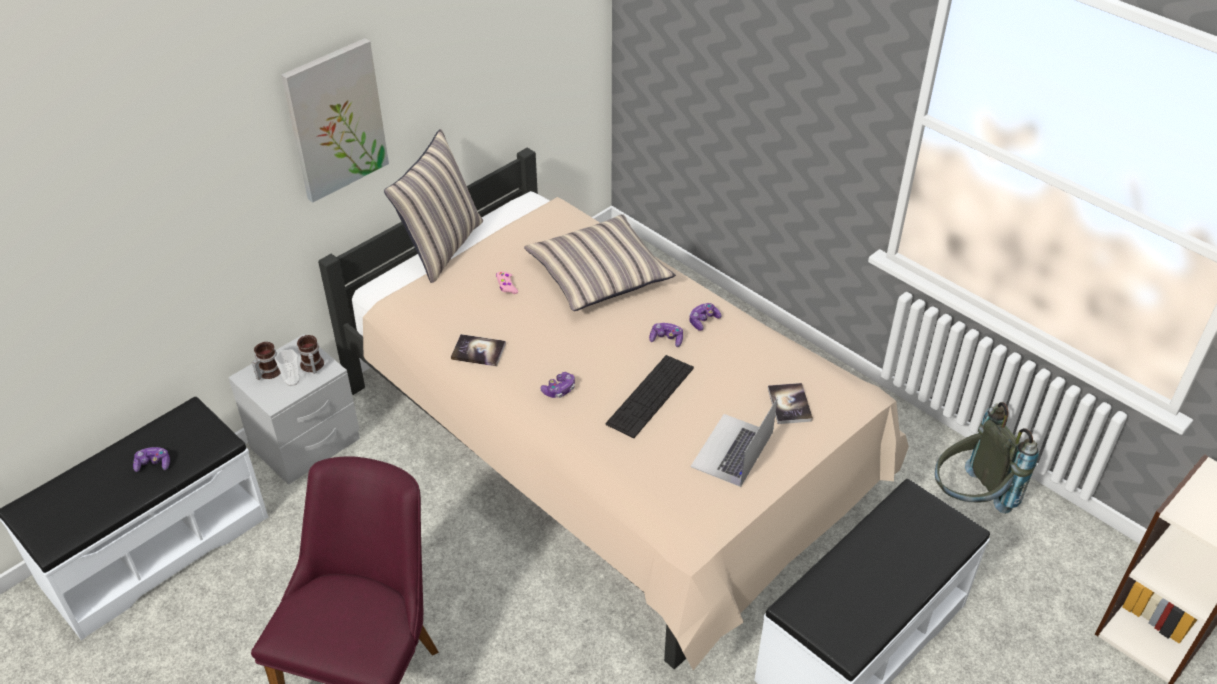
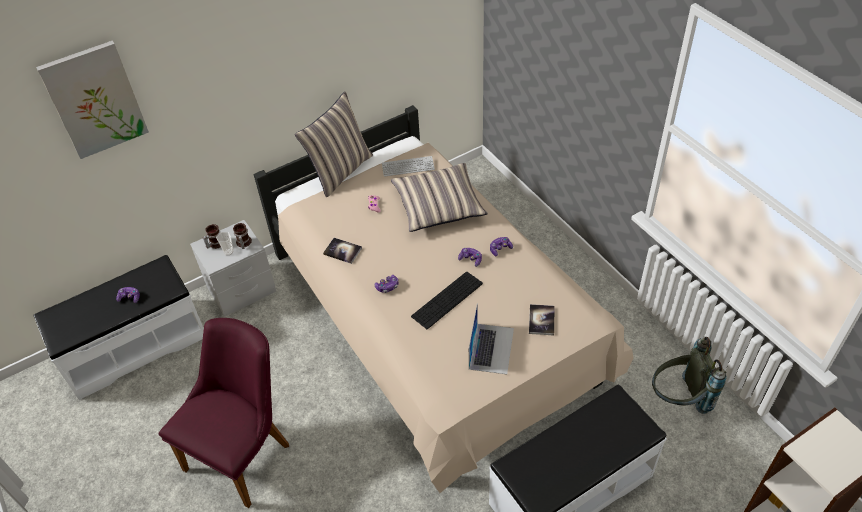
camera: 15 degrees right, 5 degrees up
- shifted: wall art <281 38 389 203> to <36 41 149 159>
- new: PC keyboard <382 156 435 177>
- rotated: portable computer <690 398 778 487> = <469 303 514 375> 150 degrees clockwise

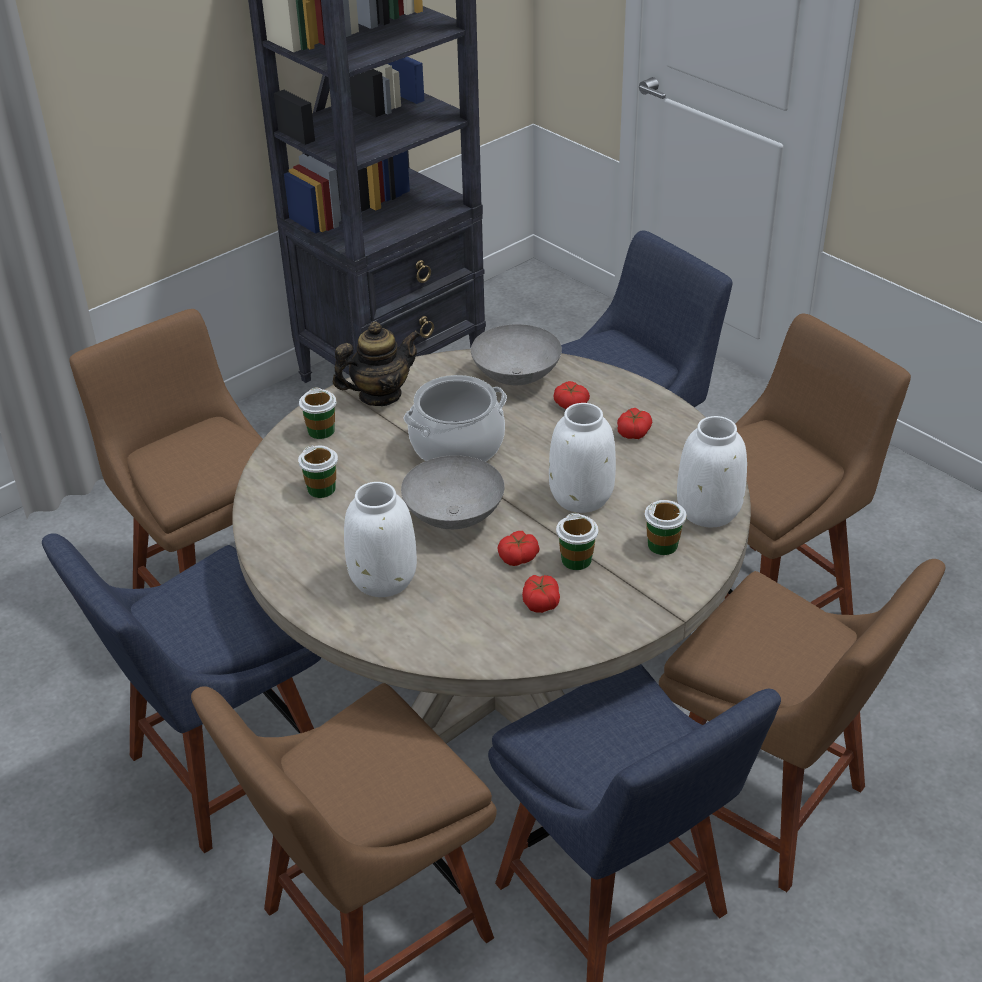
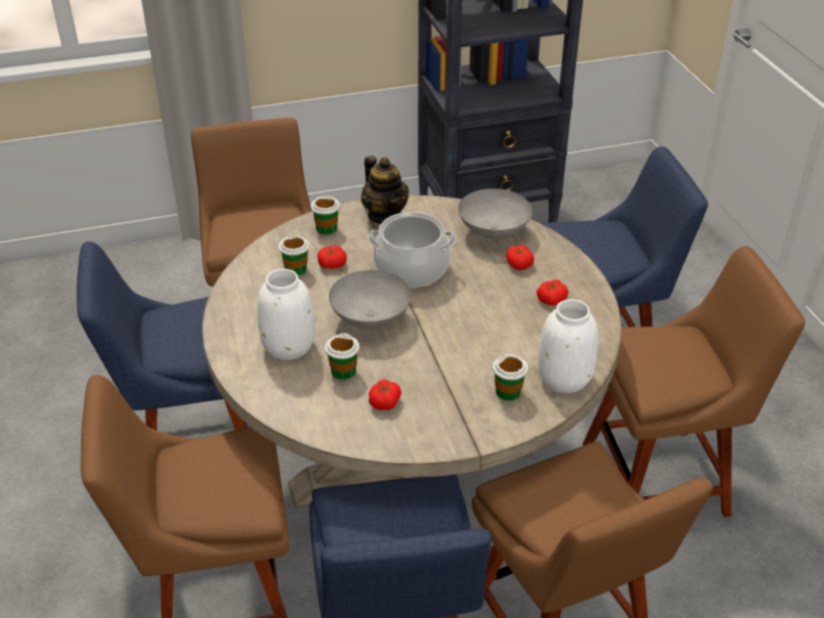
camera: 25 degrees right, 0 degrees up
- shifted: fresh tomato <497 531 540 566> to <318 246 347 269>
- shifted: drinking cup <556 513 599 570> to <325 333 359 380>
- rotated: teapot <333 321 420 406> = <361 156 409 224> 60 degrees clockwise
- gone: whitish decorative vase <549 403 616 513>

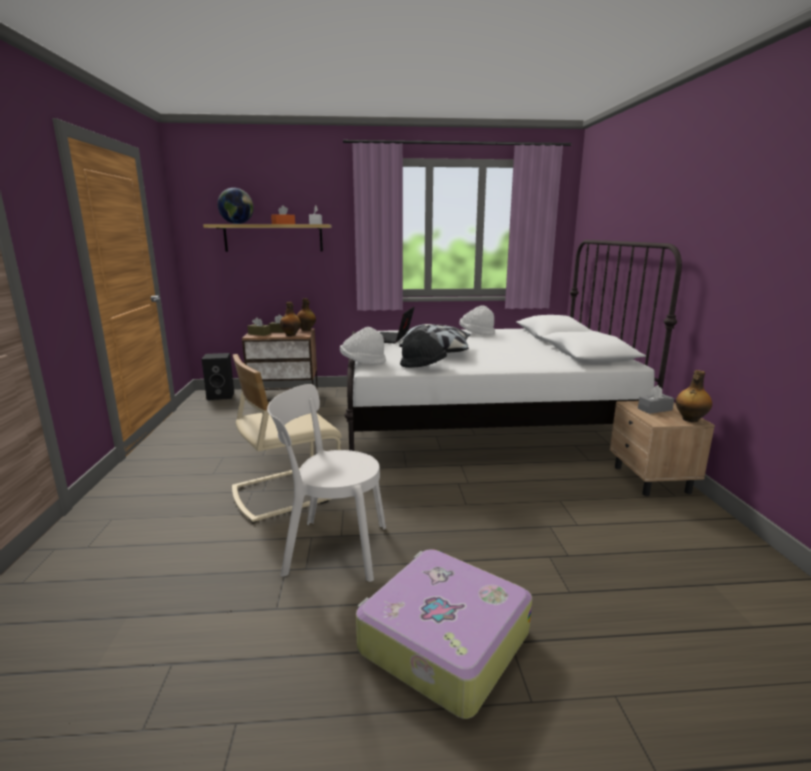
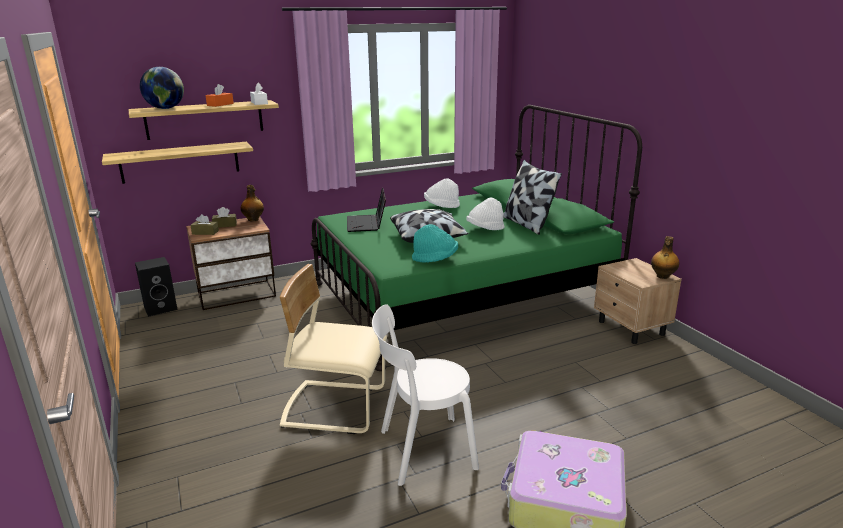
camera: 20 degrees left, 5 degrees up
- new: wall shelf <102 142 253 184>
- rotated: beige plain chair <232 354 342 523> = <280 264 387 434> 60 degrees clockwise
- repainted: whitish sleeping bed <345 240 682 451> to greenish sleeping bed <310 105 642 371>
- repainted: black-coloured clothing hat <400 330 447 368> to turquoise-coloured clothing hat <412 224 458 263>
- shifted: whitish clothing hat <340 327 386 364> to <466 198 505 230>
- new: cushion <503 160 562 235>
- gone: drink bottle <280 302 301 336>
- gone: gray tissue holder <638 385 674 414>

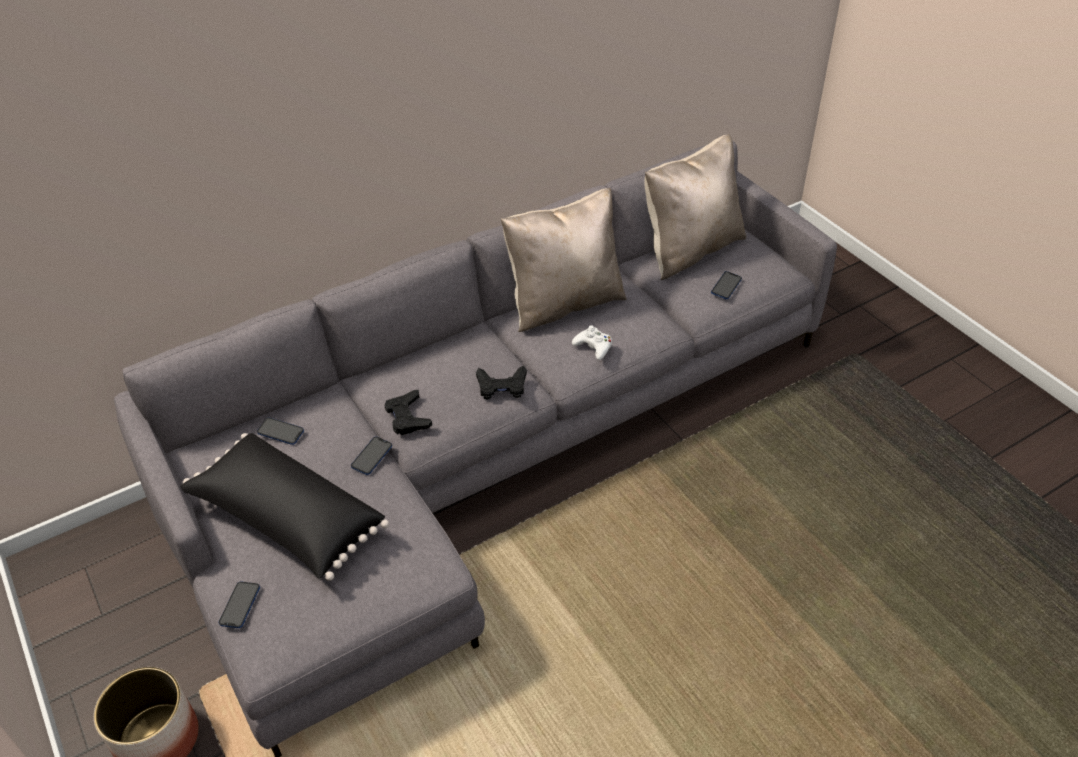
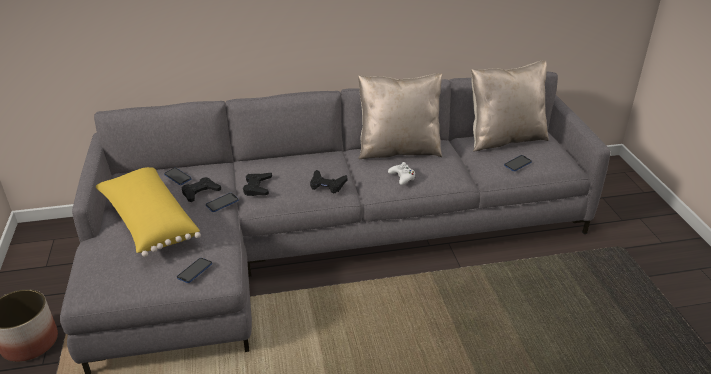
camera: 20 degrees right, 10 degrees down
- repainted: black-coloured cushion <180 433 389 581> to yellow-coloured cushion <96 167 201 257>
- shifted: handset <219 582 260 628> to <177 258 212 283>
- new: black-coloured gamepad <182 177 221 202>

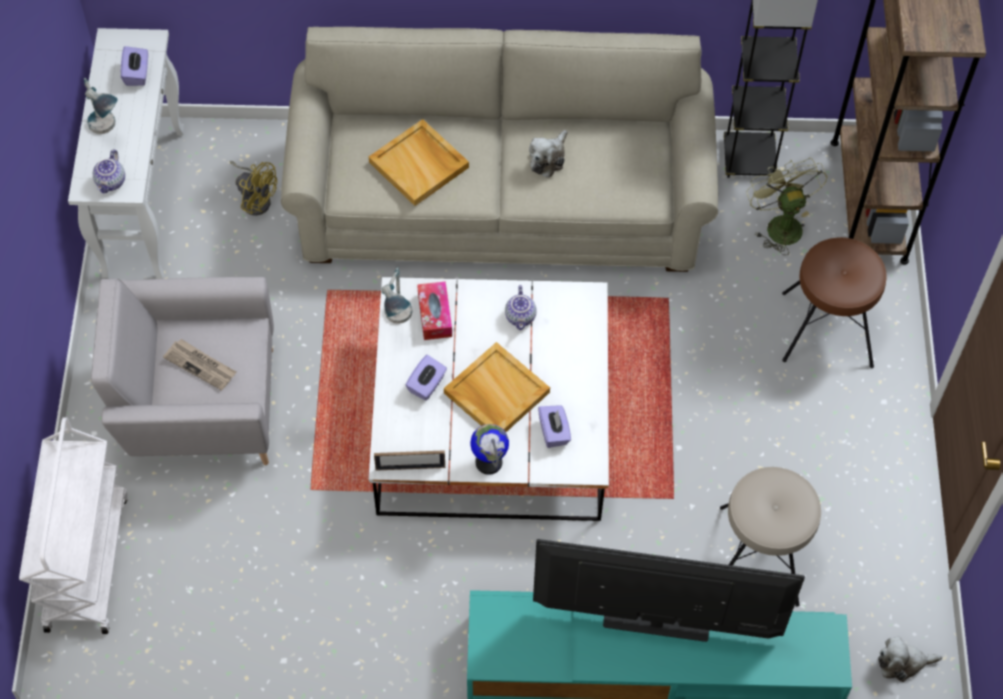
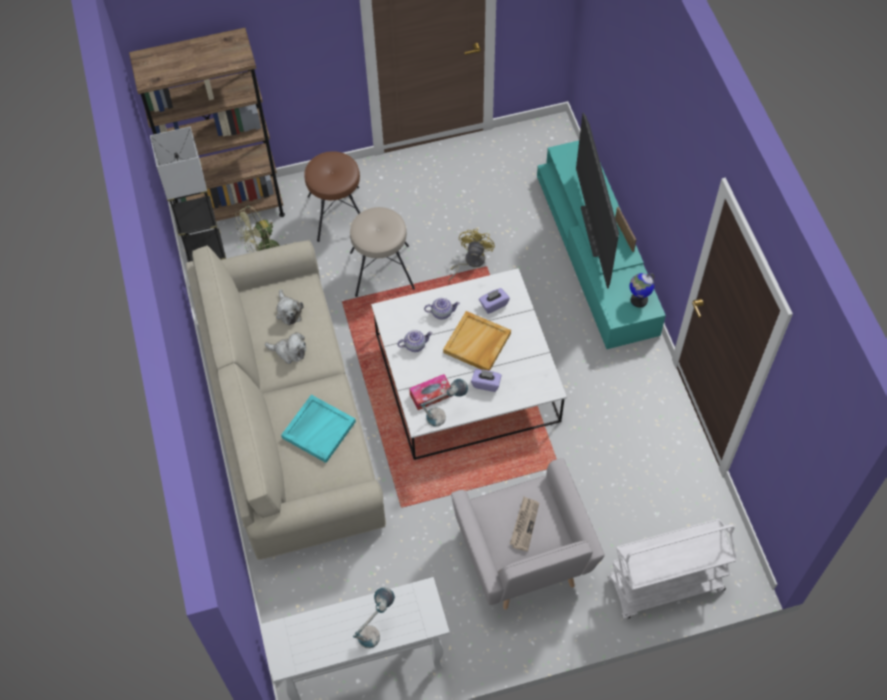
camera: 105 degrees left, 0 degrees up
- shifted: plush toy <878 636 942 682> to <276 289 303 325>
- repainted: beige tray <369 119 469 206> to turquoise-coloured tray <281 395 356 463>
- shifted: beige stool seat <720 467 821 607> to <350 207 415 297>
- shifted: teapot <93 150 125 194> to <424 298 460 319>
- shifted: yellow-coloured electric fan <230 160 277 216> to <449 229 495 280>
- shifted: photo frame <374 450 445 471> to <615 207 636 252>
- shifted: world globe <470 424 509 475> to <629 273 654 308>
- gone: purple-coloured tissue holder <121 46 148 86>

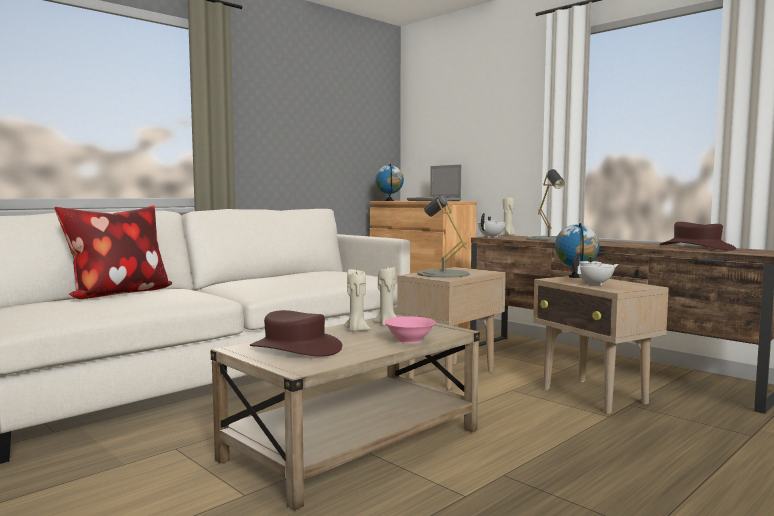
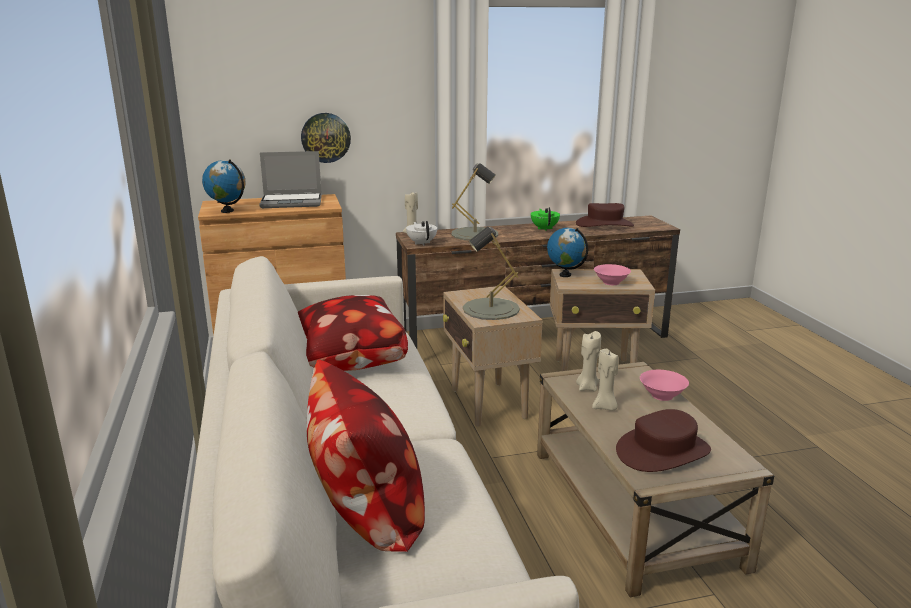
camera: 60 degrees left, 15 degrees up
- new: cushion <298 295 408 371>
- new: hanging clock <301 113 351 163>
- new: greenish teapot <531 207 560 231>
- swapped: whitish teapot <573 252 618 286> to pink-coloured bowl <594 264 631 285>

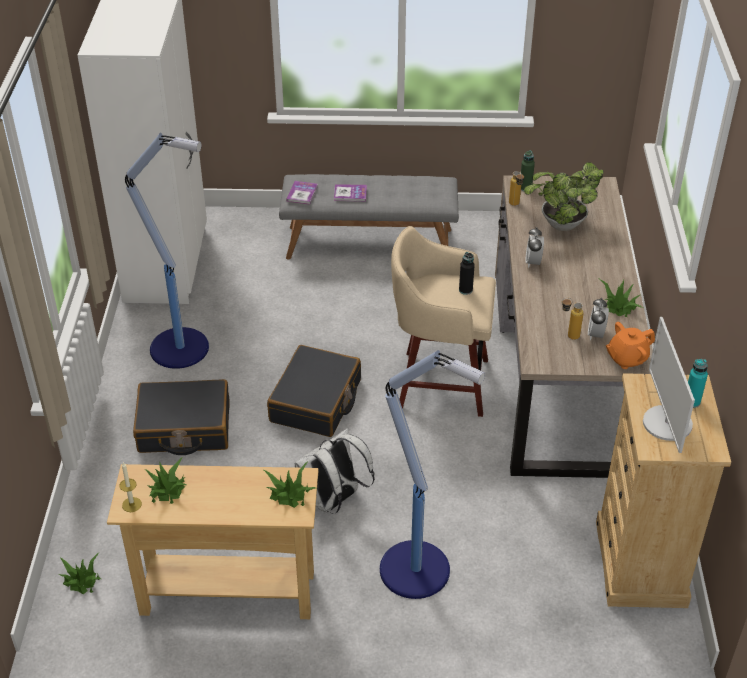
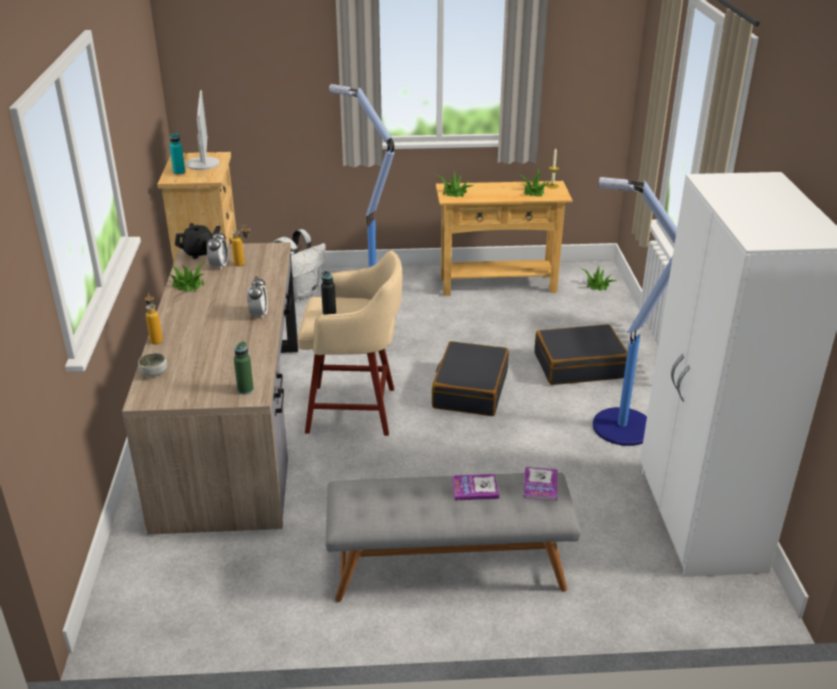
camera: 175 degrees right, 10 degrees down
- new: bowl <138 353 167 377>
- shifted: drink bottle <509 171 524 206> to <145 293 163 345>
- repainted: orange-coloured teapot <606 322 655 369> to black-coloured teapot <175 223 221 259>
- shifted: whitish rucksack <295 428 375 514> to <273 229 326 300>
- gone: potted plant <524 162 604 231>

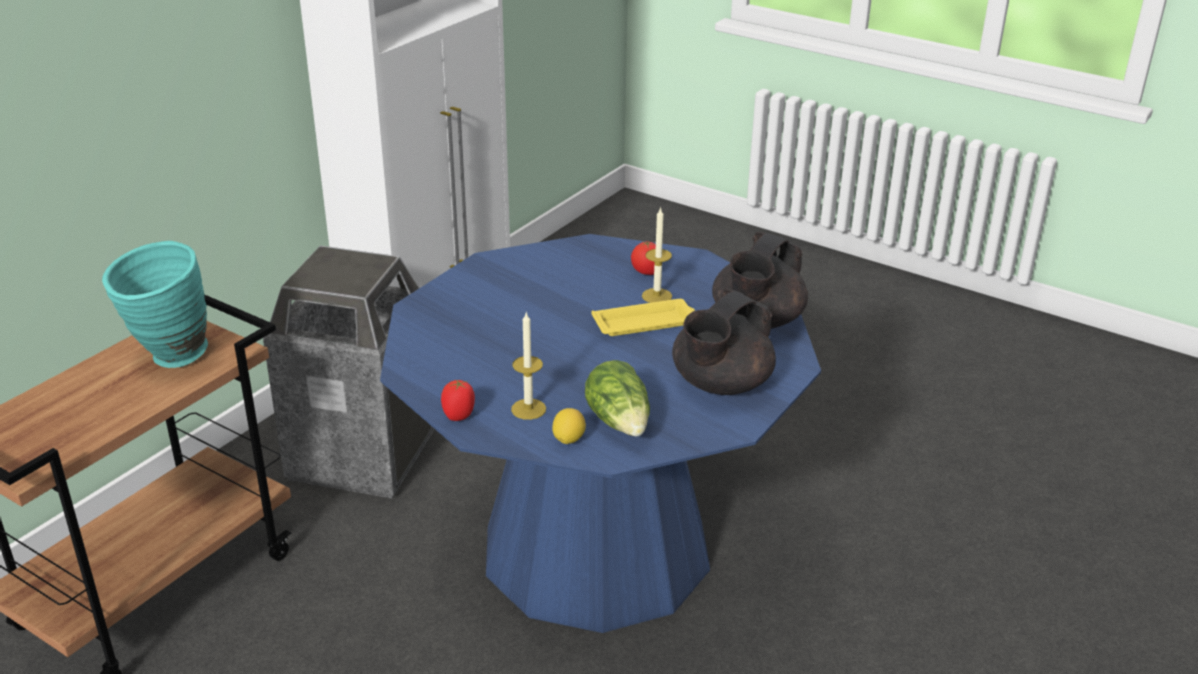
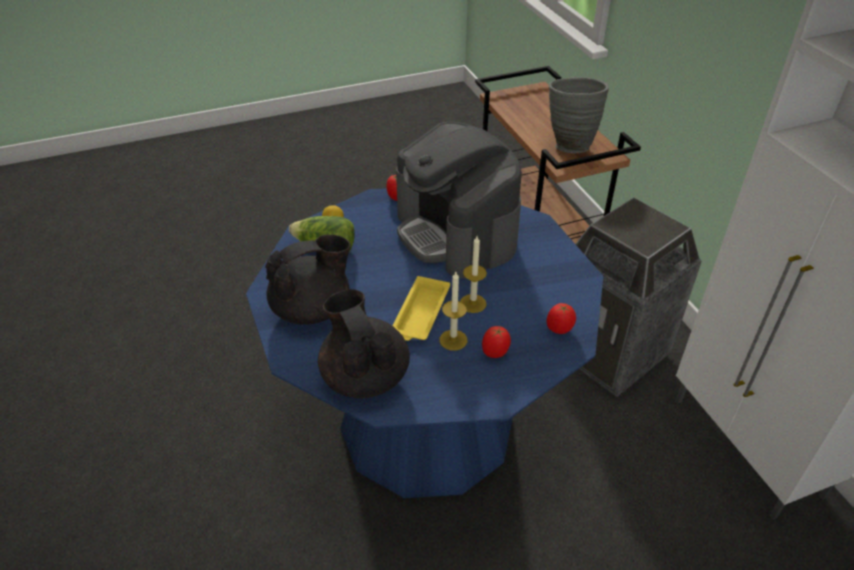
camera: 125 degrees right, 10 degrees up
- rotated: black-coloured teapot <672 289 776 395> = <265 235 350 325> 75 degrees clockwise
- new: coffee machine <396 122 522 278>
- shifted: wax candle <511 313 546 420> to <460 236 487 313>
- new: fresh tomato <547 303 576 334>
- repainted: turquoise-coloured decorative vase <102 241 208 368> to gray decorative vase <549 77 609 153>

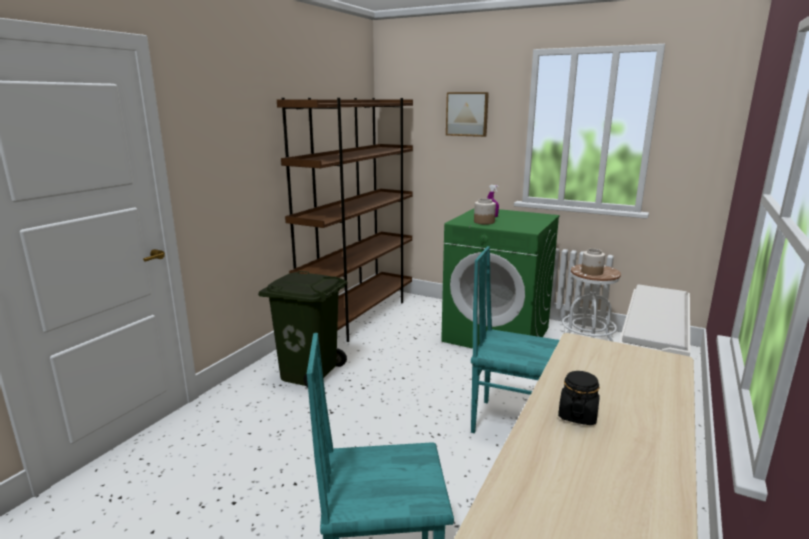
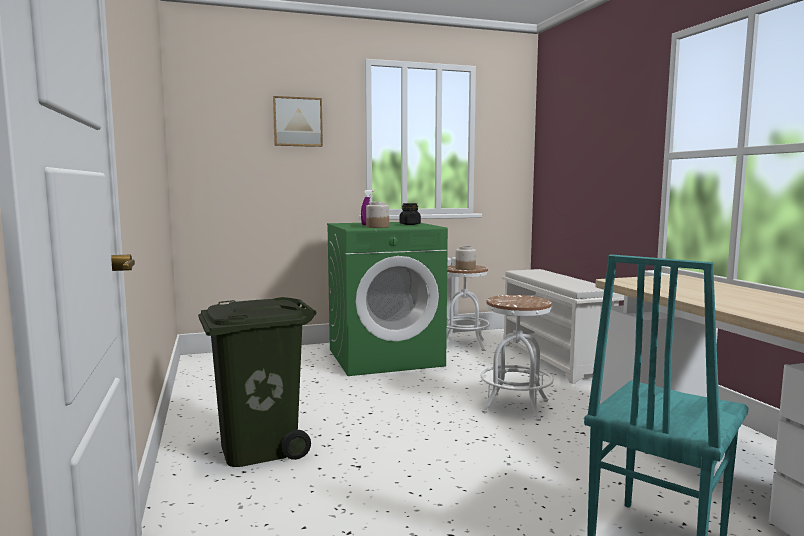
camera: 45 degrees left, 10 degrees down
- shifted: black-coloured jar <558 371 600 425> to <399 203 421 225>
- swapped: turquoise-coloured plain chair <471 246 559 433> to whitish stool seat <481 295 553 421>
- gone: brownish bookcase <277 98 413 342>

